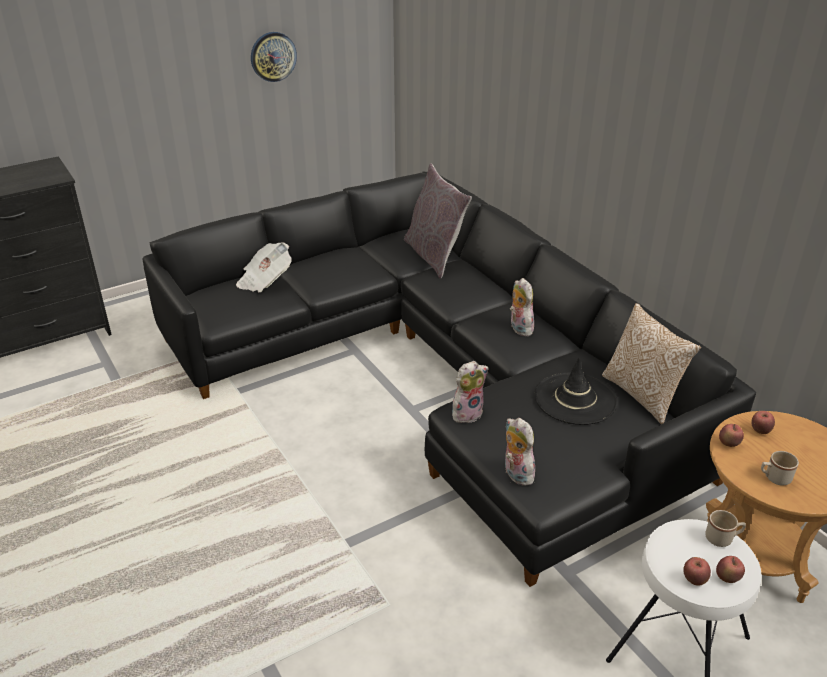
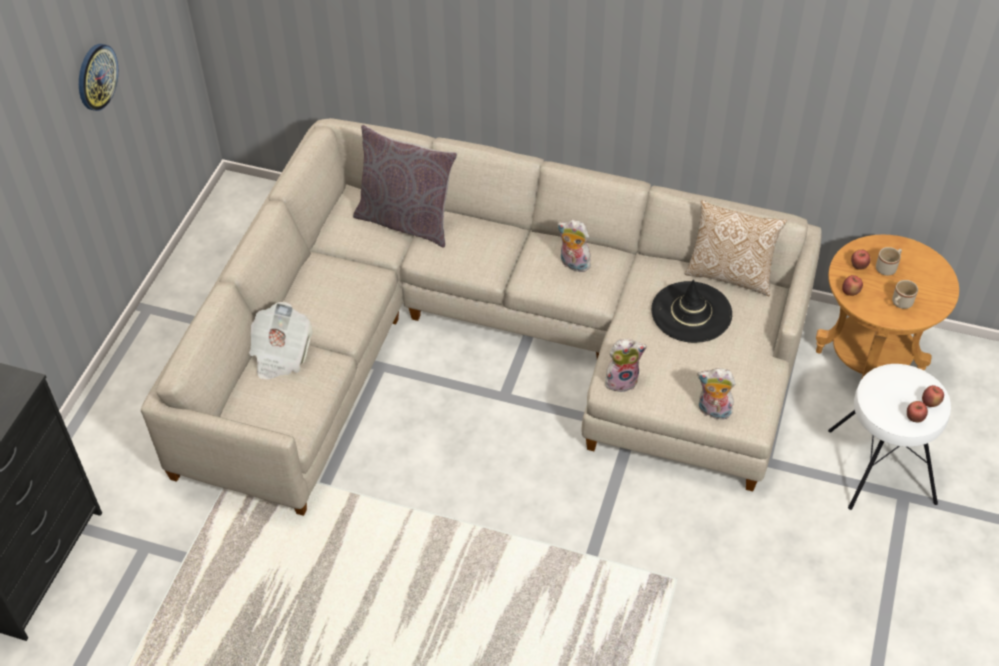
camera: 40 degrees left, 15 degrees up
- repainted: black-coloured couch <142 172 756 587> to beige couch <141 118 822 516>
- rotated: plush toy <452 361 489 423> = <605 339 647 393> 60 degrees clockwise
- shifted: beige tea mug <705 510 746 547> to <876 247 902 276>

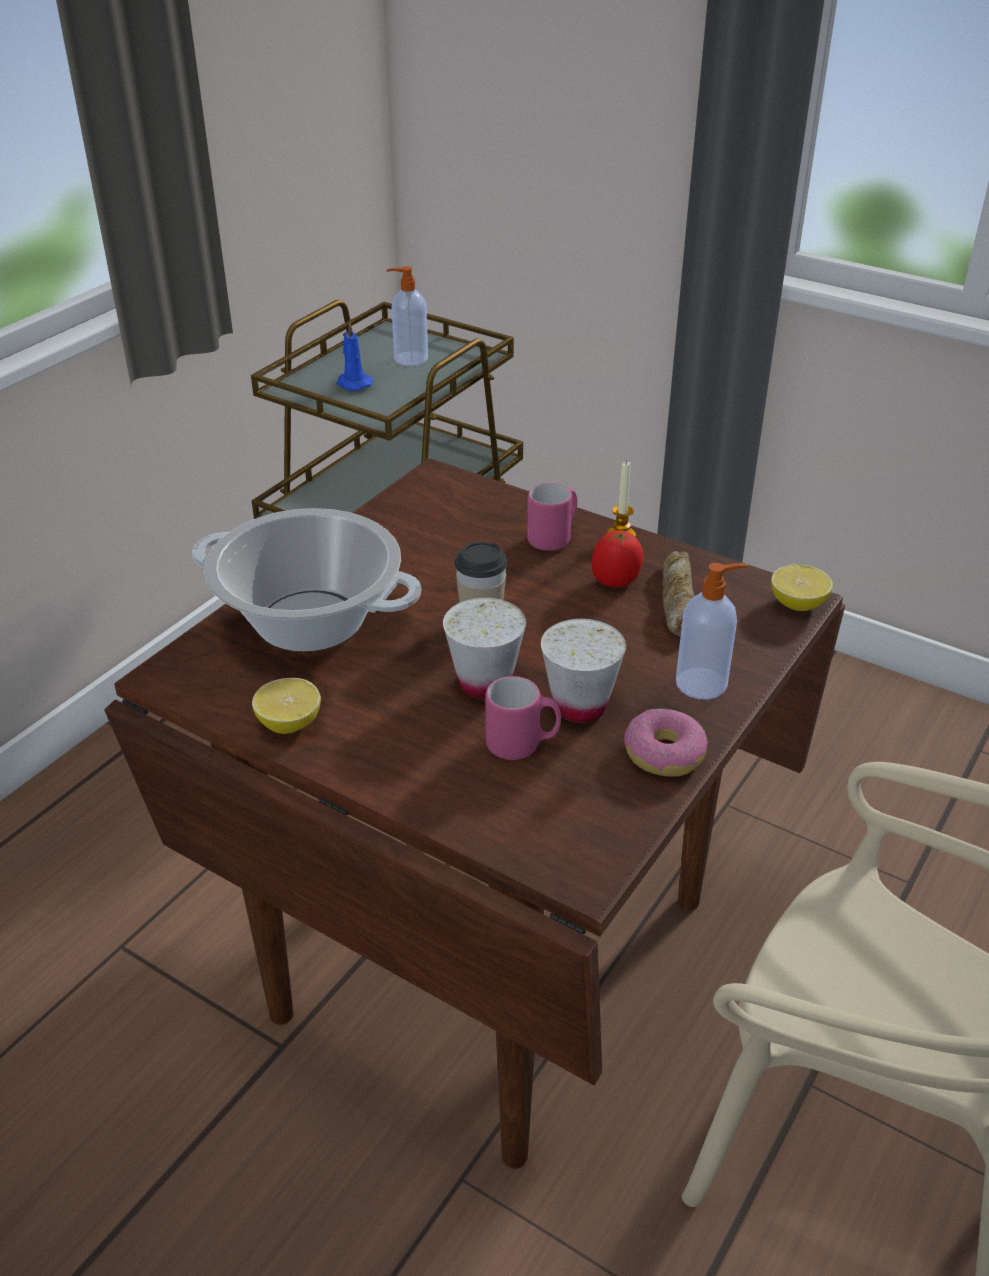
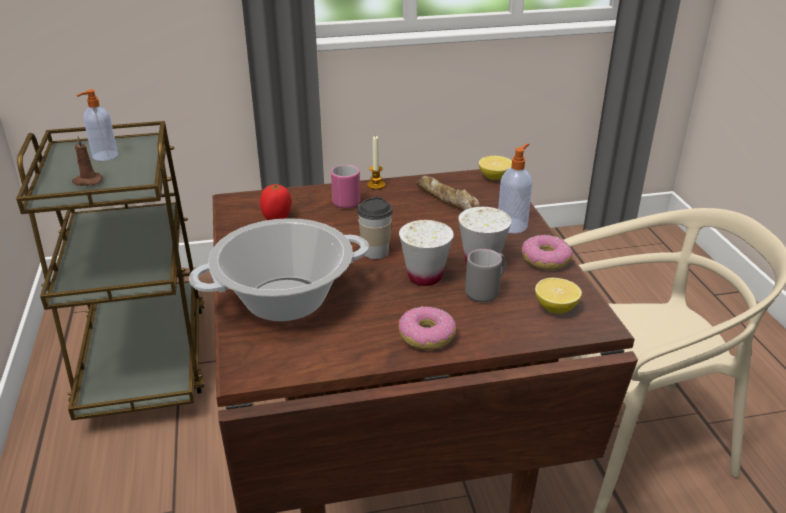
camera: 45 degrees left, 5 degrees down
- repainted: blue wax candle <336 322 373 391> to brownish wax candle <72 136 103 186>
- shifted: fresh tomato <592 530 644 587> to <260 184 291 220>
- new: ring doughnut <398 306 456 350>
- repainted: pink-coloured tea mug <485 676 561 760> to gray tea mug <465 249 505 302>
- shifted: citrus fruit <252 678 321 734> to <535 278 582 314>

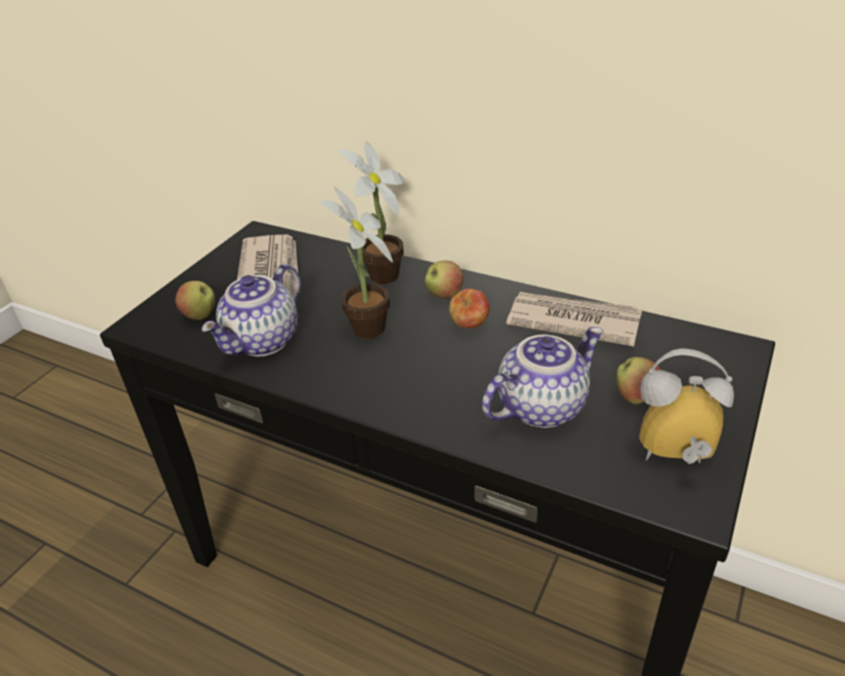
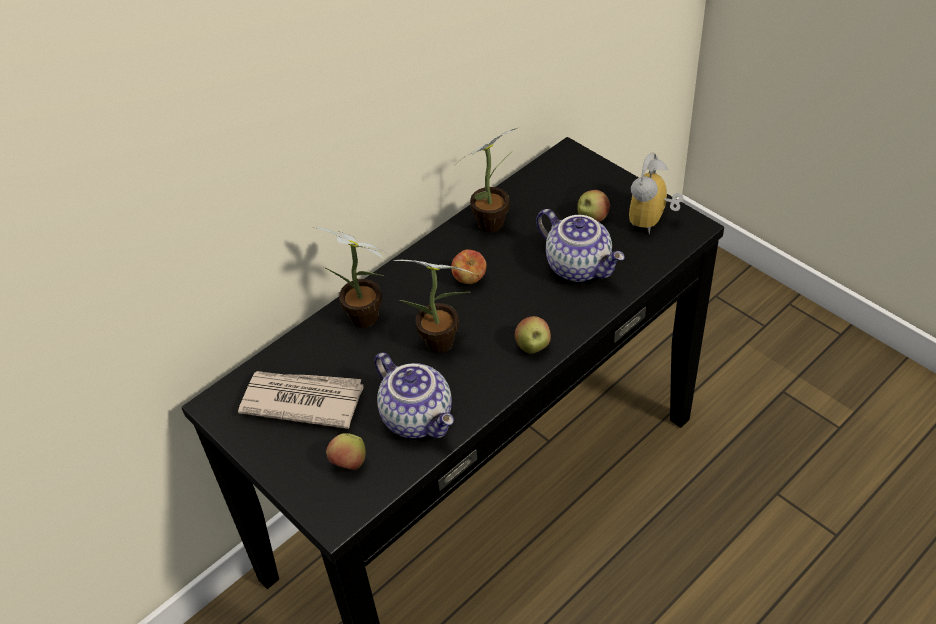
camera: 70 degrees left, 10 degrees up
- swapped: daily paper <506 292 642 346> to potted plant <457 128 517 232>
- shifted: apple <425 260 463 299> to <515 316 551 354>
- rotated: teapot <482 327 604 428> = <536 209 625 282> 150 degrees clockwise

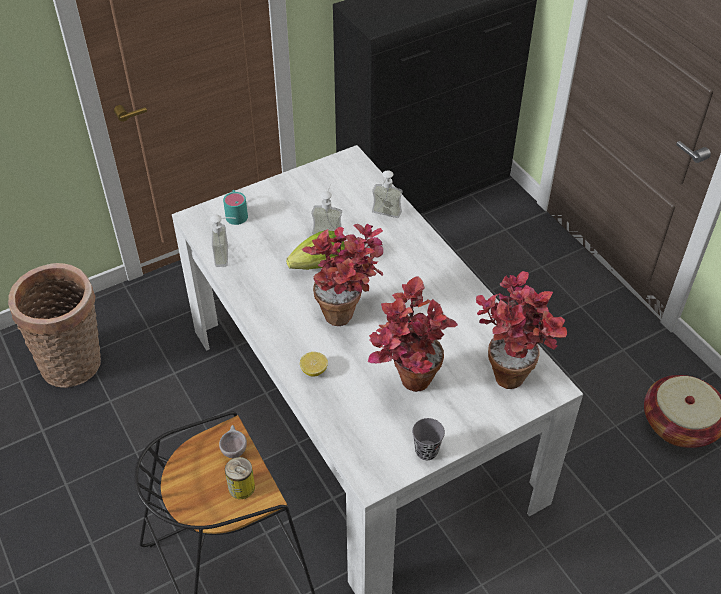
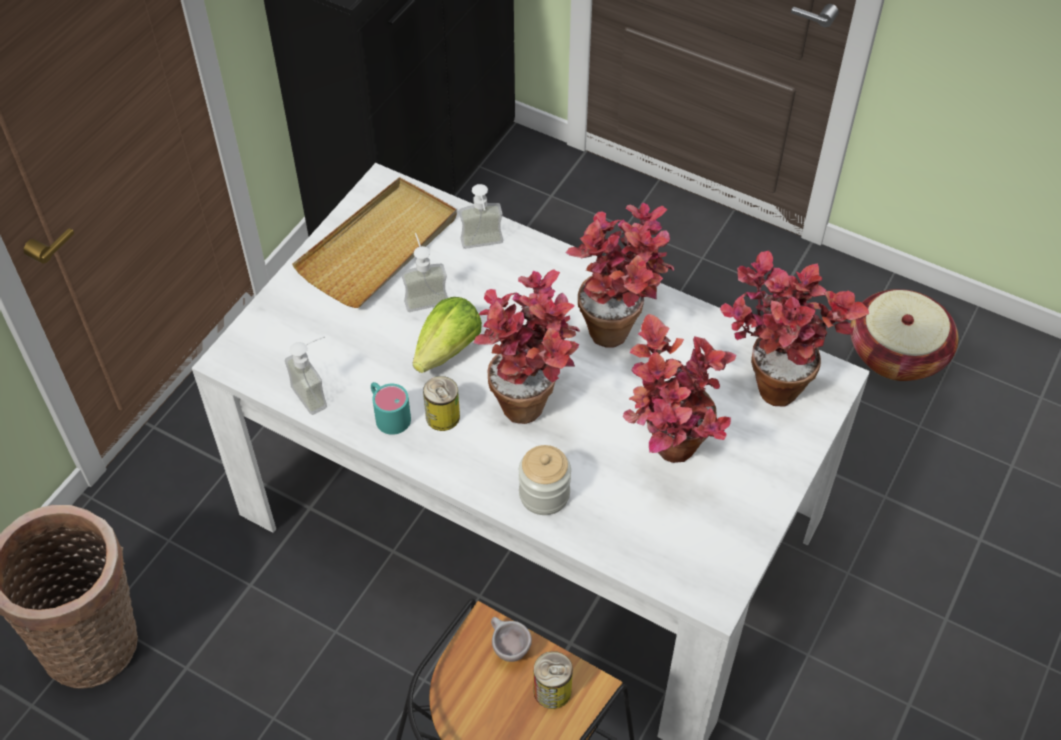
camera: 30 degrees left, 5 degrees up
- new: beige tray <292 177 457 308>
- shifted: turquoise-coloured tea mug <223 190 248 225> to <371 382 411 435>
- new: metal can <423 376 460 431>
- swapped: citrus fruit <300 352 328 377> to jar <519 445 571 515>
- new: potted plant <566 202 674 348>
- gone: gray drinking cup <412 418 445 460>

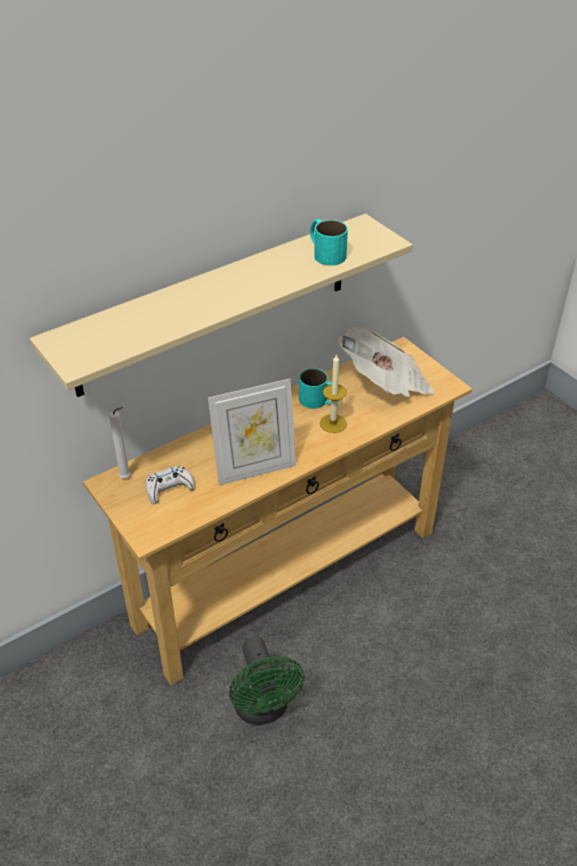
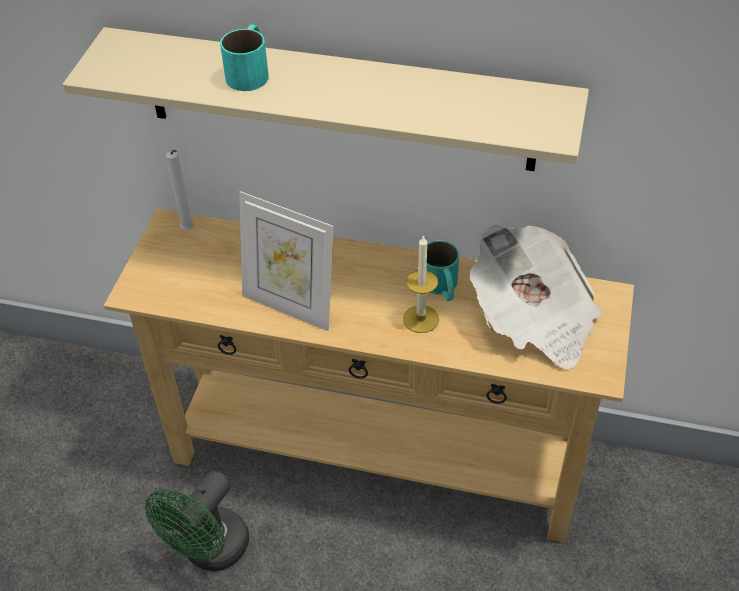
camera: 50 degrees right, 5 degrees up
- shifted: turquoise-coloured tea mug <310 219 348 266> to <220 24 269 91>
- gone: whitish gamepad <145 466 195 504>

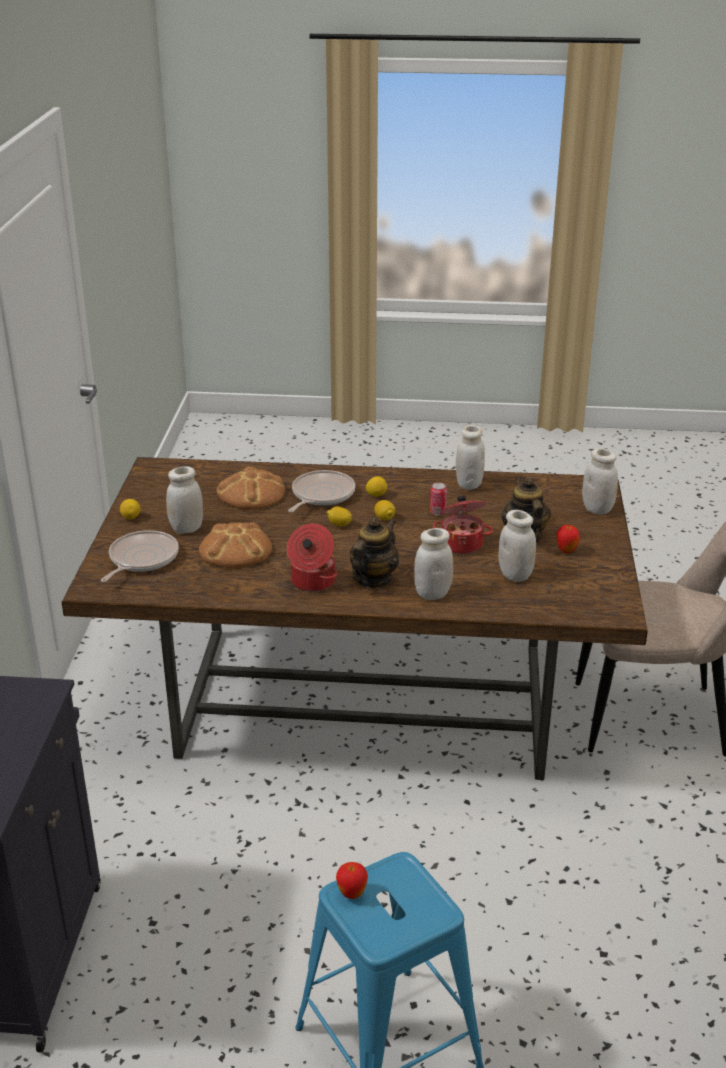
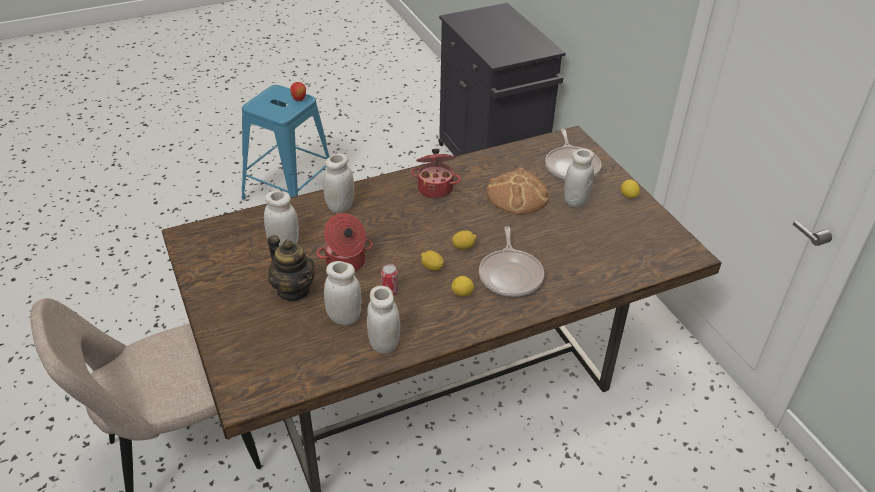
camera: 150 degrees right, 10 degrees up
- shifted: whitish jar <582 448 618 514> to <324 261 362 325>
- gone: baked bread <217 467 285 509>
- gone: teapot <350 518 399 588>
- gone: apple <556 525 580 554>

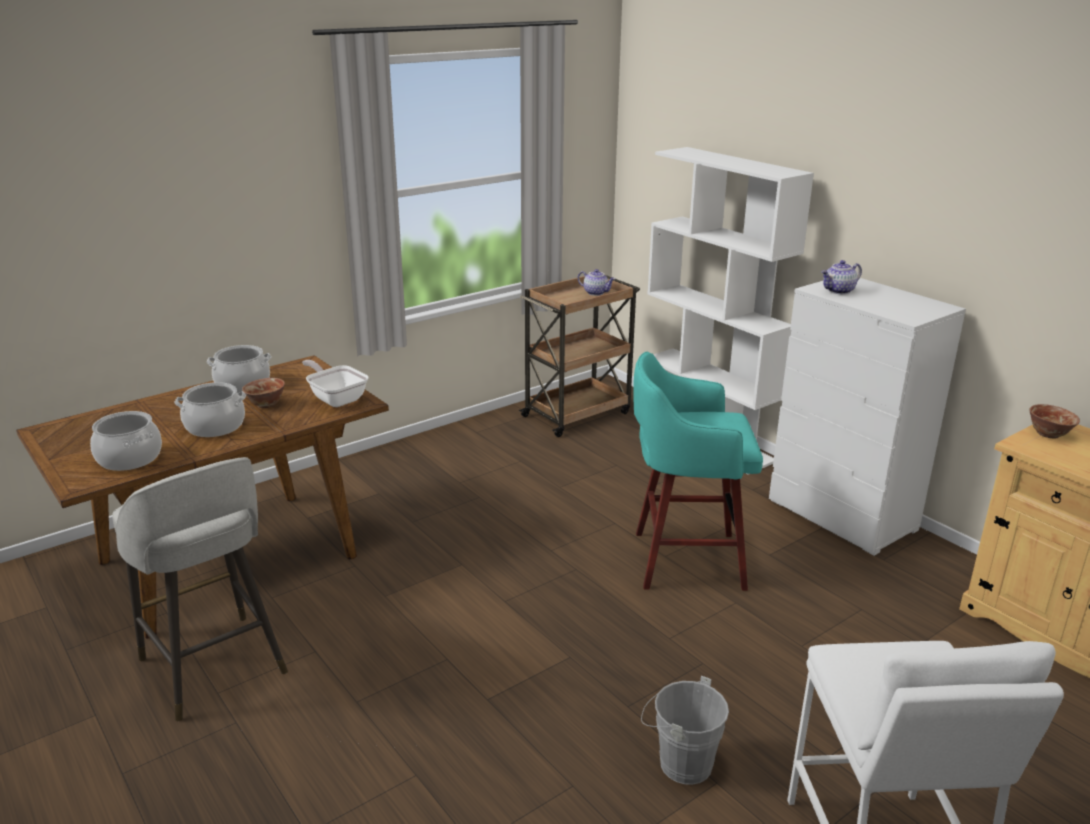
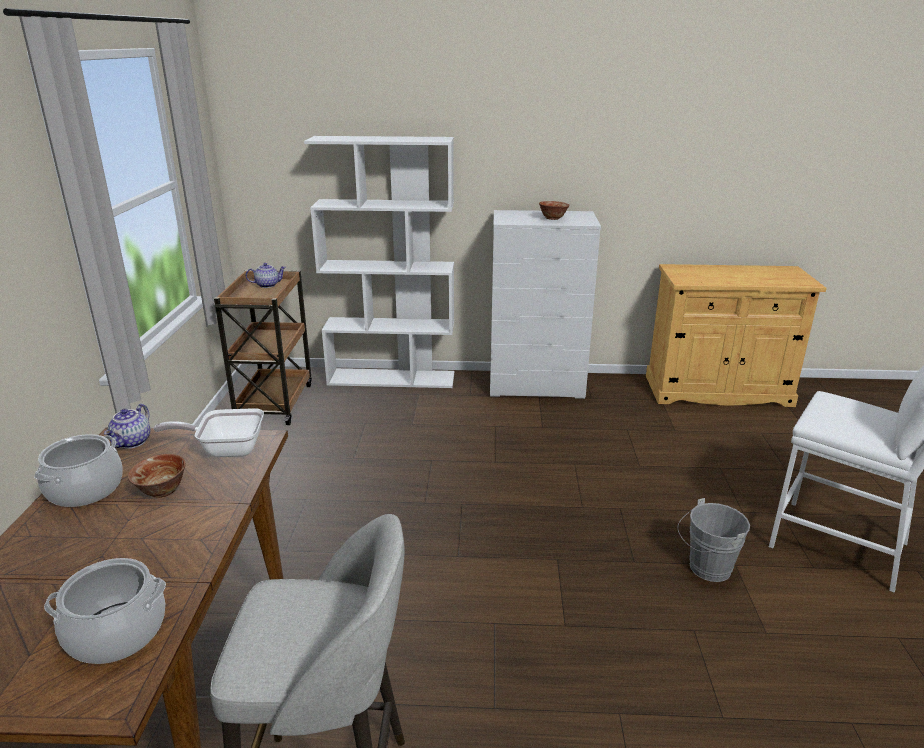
camera: 50 degrees left, 0 degrees up
- shifted: teapot <821 260 862 294> to <104 404 150 449>
- shifted: bowl <1029 404 1080 439> to <539 201 570 220>
- gone: cooking pot <175 382 246 437>
- gone: turquoise-coloured stool seat <633 352 763 591>

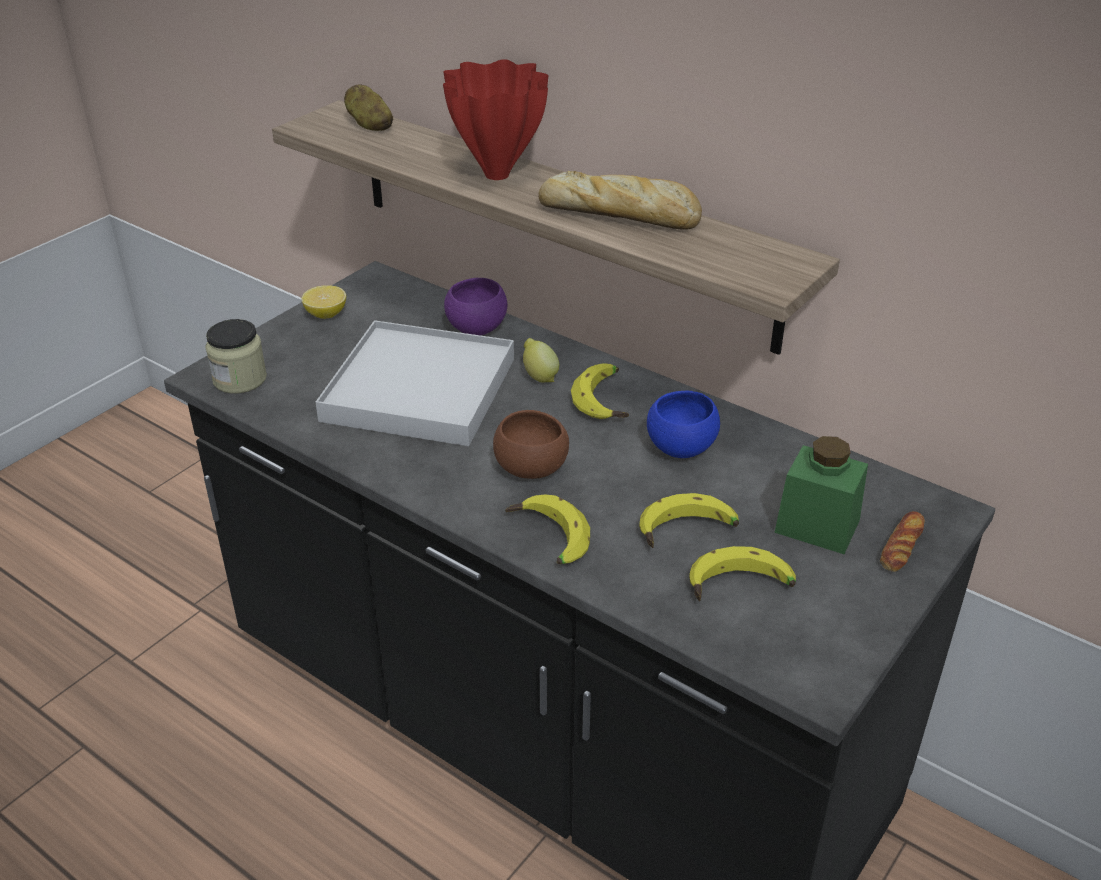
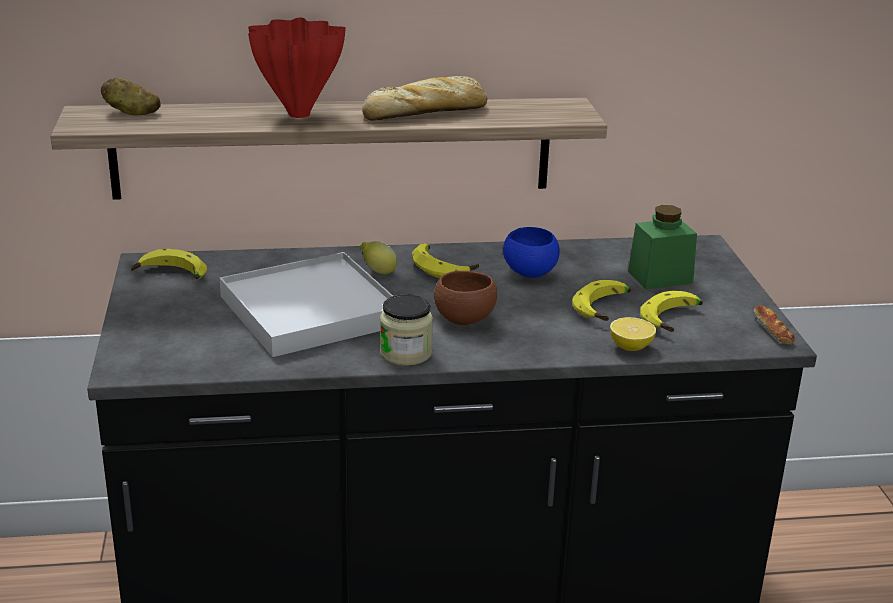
camera: 45 degrees left, 10 degrees down
- shifted: banana fruit <505 495 590 564> to <131 249 207 279>
- shifted: jar <205 319 267 394> to <380 294 433 366>
- shifted: citrus fruit <301 285 346 319> to <610 317 656 351>
- shifted: baked bread <880 511 925 572> to <754 305 795 344>
- gone: purple-coloured bowl <444 278 508 336>

